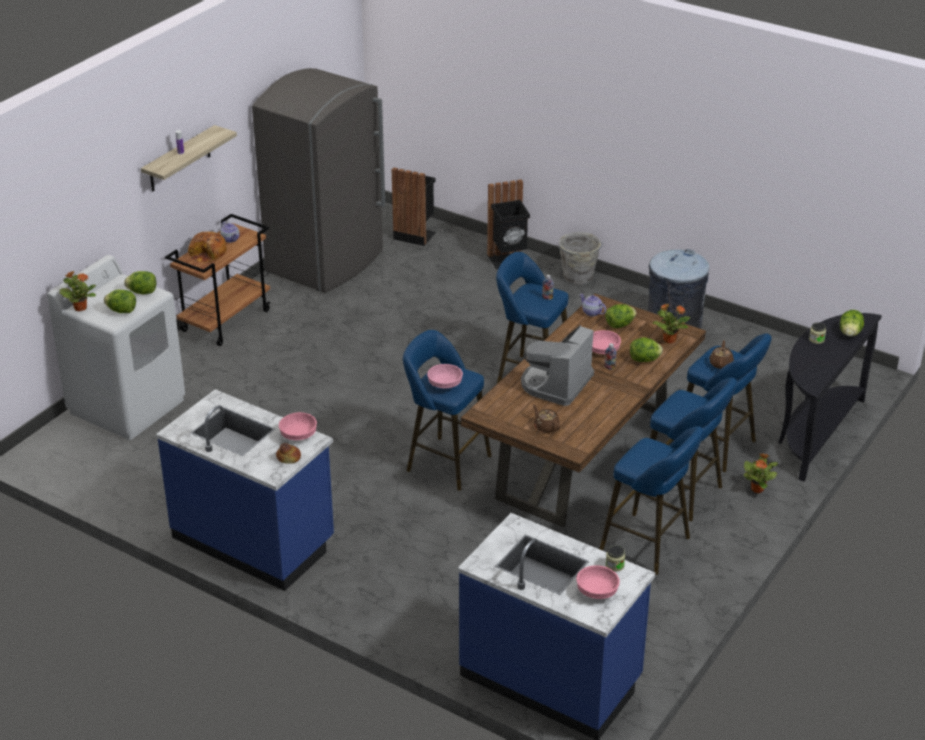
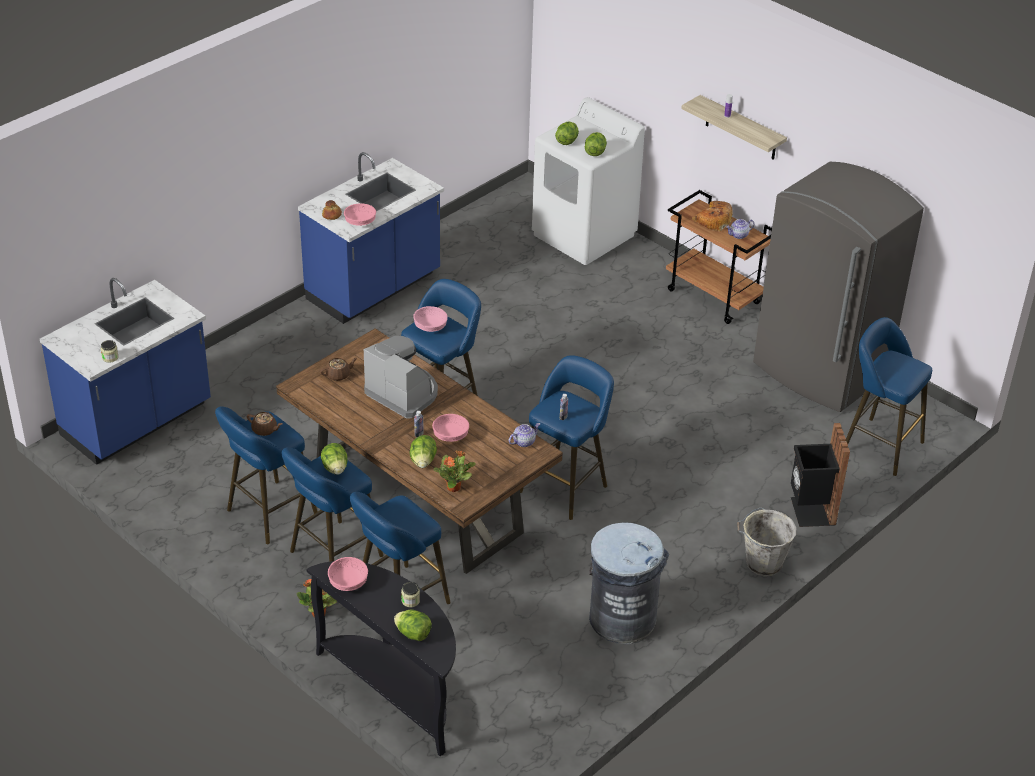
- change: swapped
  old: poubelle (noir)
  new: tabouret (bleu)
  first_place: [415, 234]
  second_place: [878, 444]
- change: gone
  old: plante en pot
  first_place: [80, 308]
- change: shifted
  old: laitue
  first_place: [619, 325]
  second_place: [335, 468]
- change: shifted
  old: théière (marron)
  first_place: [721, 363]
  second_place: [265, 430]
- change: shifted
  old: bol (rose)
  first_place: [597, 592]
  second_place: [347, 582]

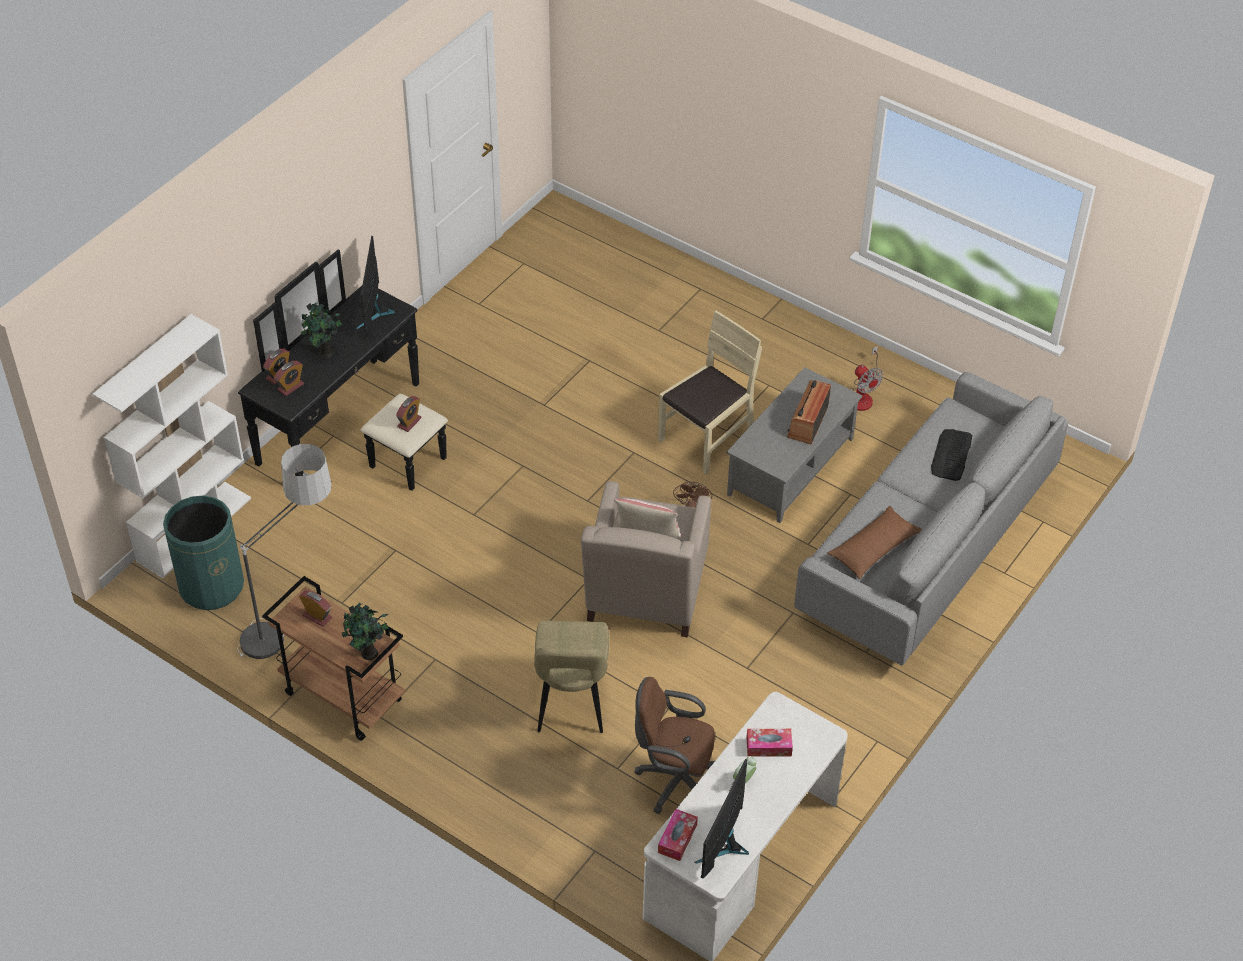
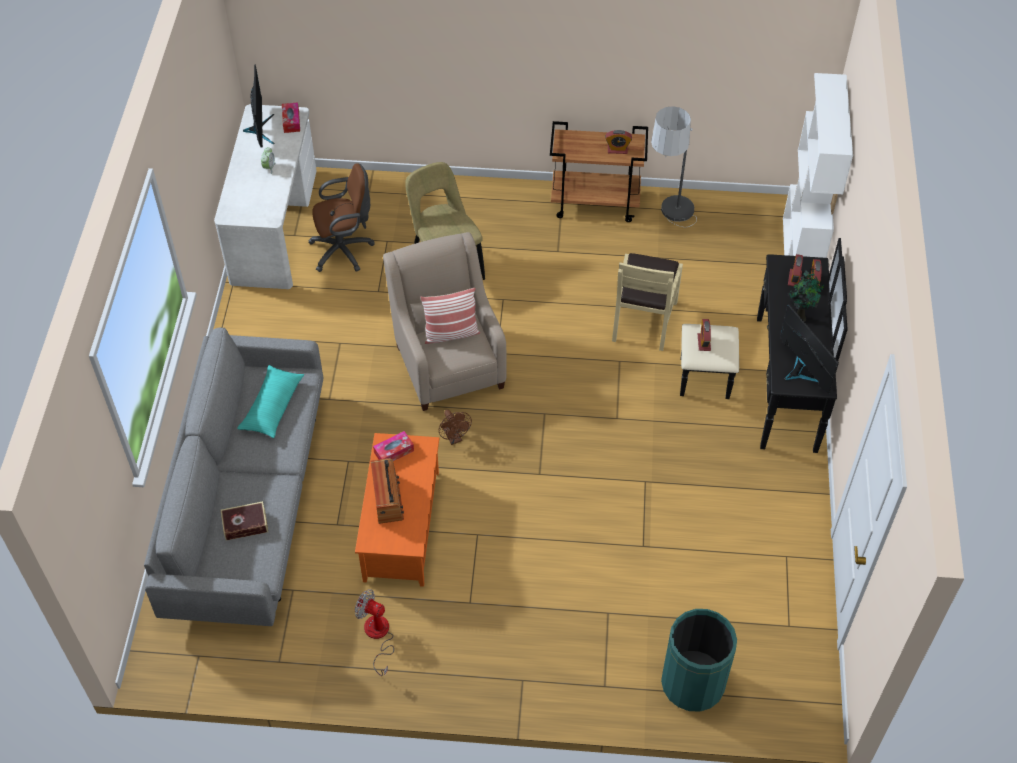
- change: shifted
  old: chaise (beige)
  first_place: [706, 438]
  second_place: [643, 320]
- change: repainted
  old: table basse (gris)
  new: table basse (orange)
  first_place: [791, 467]
  second_place: [400, 525]
- change: swapped
  old: clavier
  new: livre
  first_place: [951, 455]
  second_place: [245, 524]
- change: shifted
  old: poubelle (vert)
  first_place: [211, 586]
  second_place: [693, 683]
- change: repainted
  old: coussin (marron)
  new: coussin (turquoise)
  first_place: [873, 548]
  second_place: [272, 406]
- change: gone
  old: plante en pot
  first_place: [368, 654]
- change: shifted
  old: boîte à mouchoirs
  first_place: [768, 746]
  second_place: [394, 451]

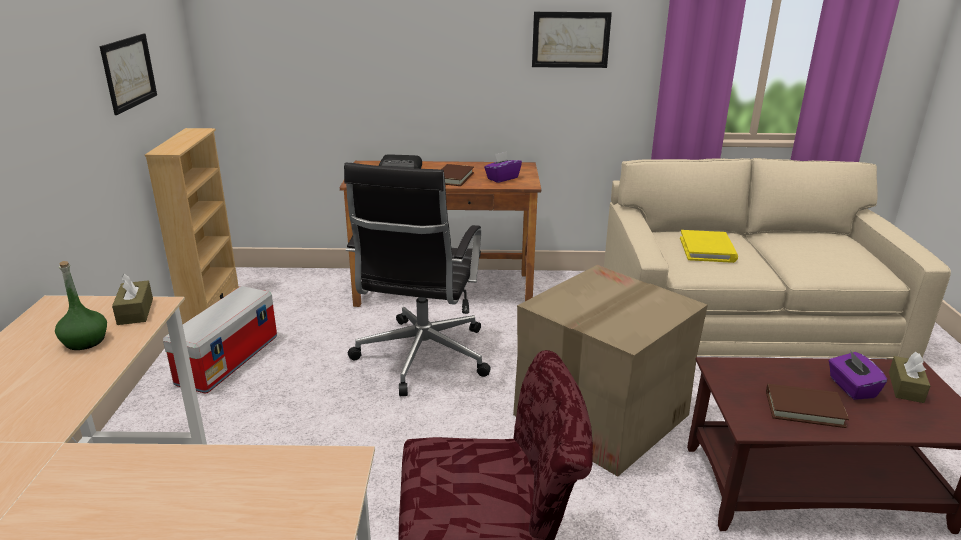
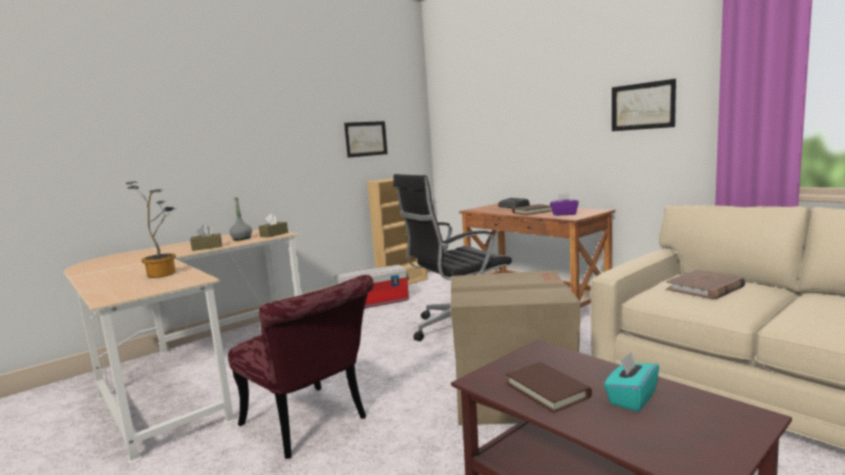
- change: repainted
  old: livre (jaune)
  new: livre (marron)
  first_place: [707, 249]
  second_place: [705, 288]
- change: repainted
  old: bouteille (vert)
  new: bouteille (gris)
  first_place: [85, 341]
  second_place: [242, 238]
- change: repainted
  old: boîte à mouchoirs (violet)
  new: boîte à mouchoirs (turquoise)
  first_place: [851, 388]
  second_place: [631, 398]
- change: shifted
  old: boîte à mouchoirs (marron)
  first_place: [905, 387]
  second_place: [207, 247]
- change: new
  new: plante en pot
  second_place: [165, 273]

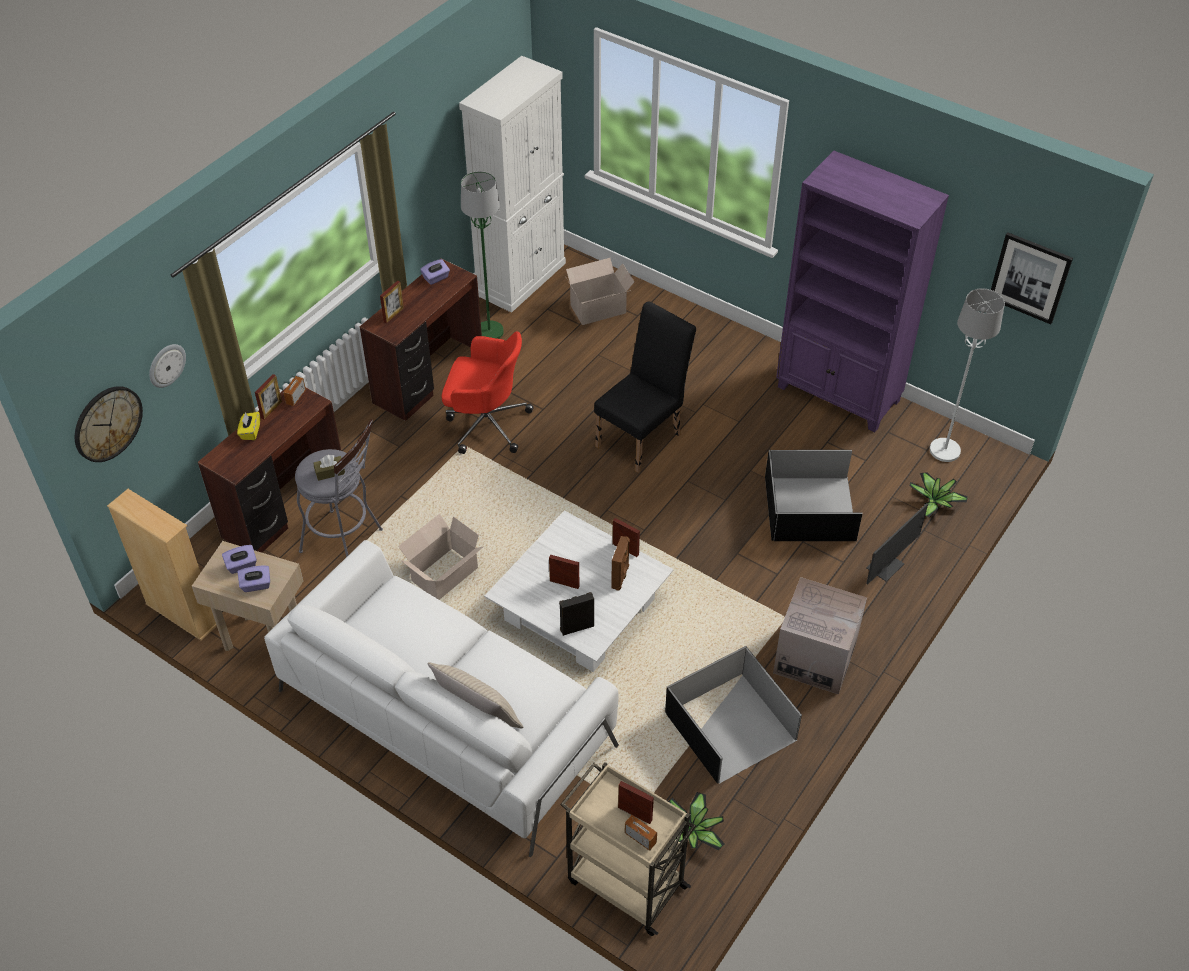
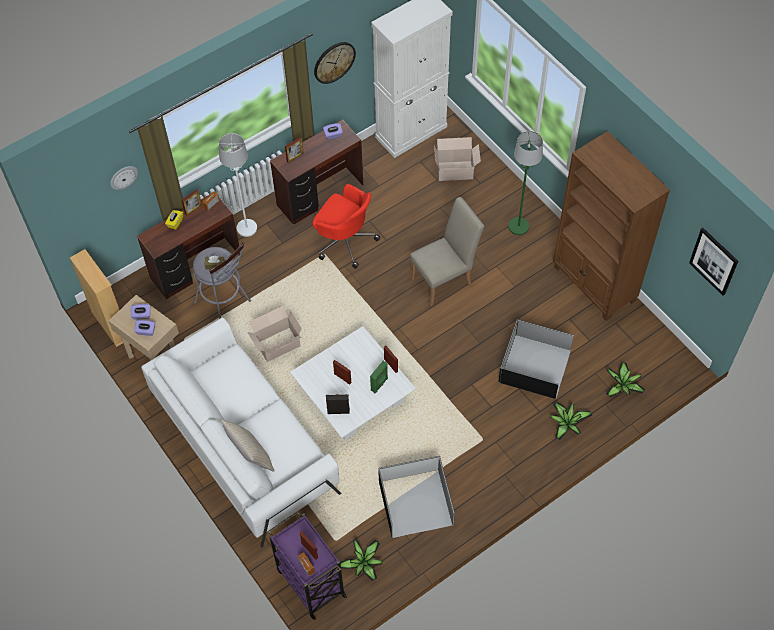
- change: repainted
  old: bibliothèque (violet)
  new: bibliothèque (marron)
  first_place: [838, 395]
  second_place: [594, 284]
- change: shifted
  old: lampadaire (vert)
  first_place: [489, 331]
  second_place: [518, 226]
- change: shifted
  old: lampadaire (blanc)
  first_place: [944, 450]
  second_place: [247, 228]
- change: repainted
  old: chaise (noir)
  new: chaise (beige)
  first_place: [643, 436]
  second_place: [445, 280]
- change: shifted
  old: horloge murale
  first_place: [107, 423]
  second_place: [334, 62]
- change: swapped
  old: écran d'ordinateur
  new: plante en pot
  first_place: [886, 566]
  second_place: [567, 423]
- change: repainted
  old: enceinte (marron)
  new: enceinte (vert)
  first_place: [620, 577]
  second_place: [380, 384]
- change: gone
  old: carton
  first_place: [815, 657]
- change: repainted
  old: chariot (beige)
  new: chariot (violet)
  first_place: [625, 883]
  second_place: [310, 582]

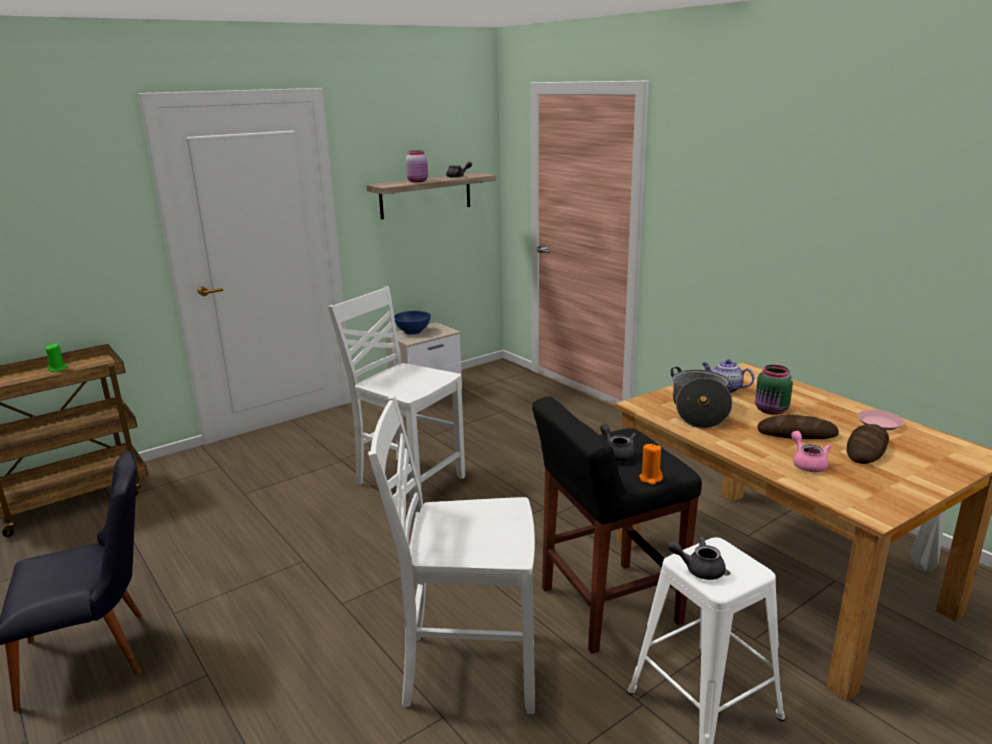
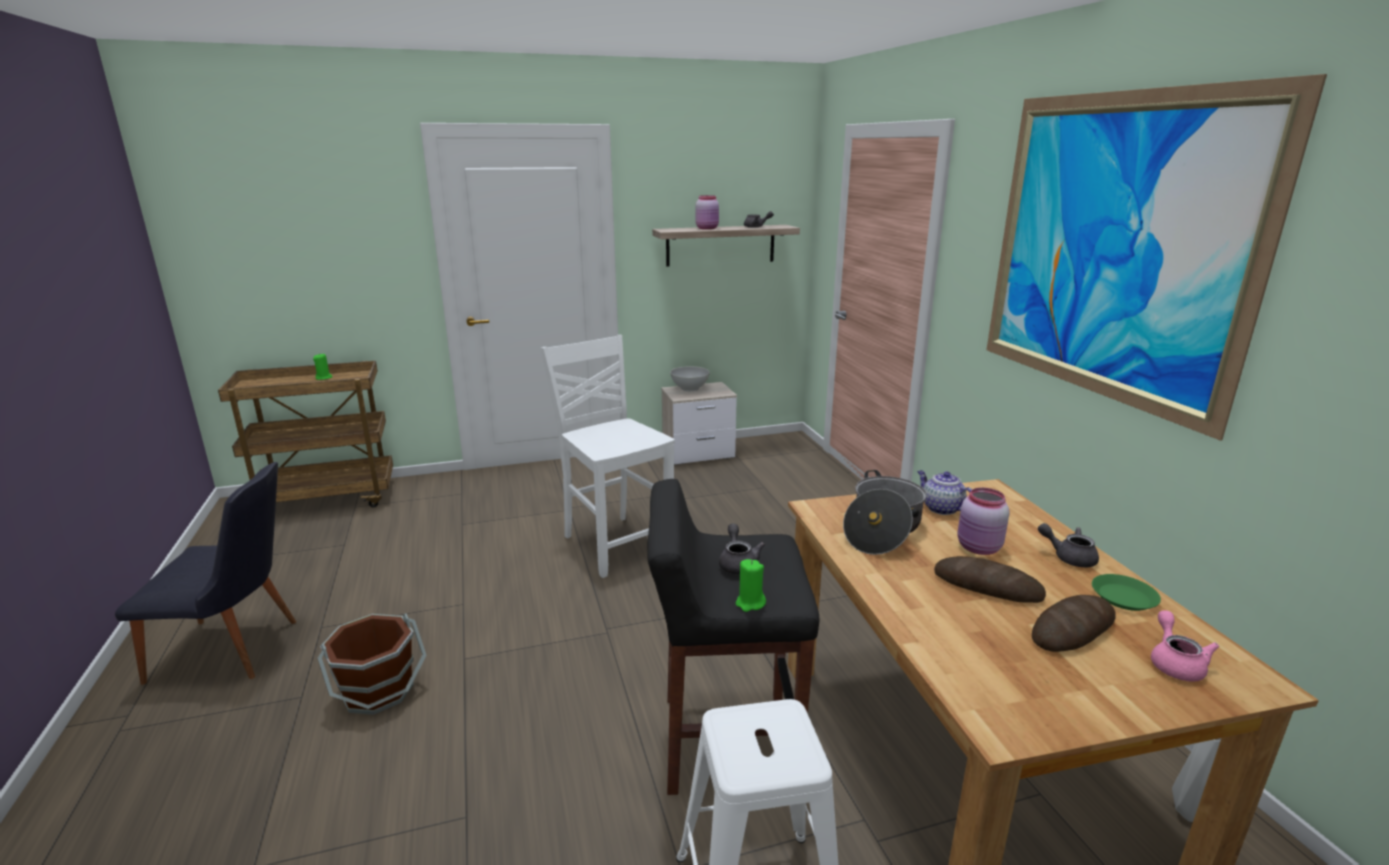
- change: repainted
  old: bol (bleu)
  new: bol (blanc)
  first_place: [412, 332]
  second_place: [689, 388]
- change: repainted
  old: bocal (vert)
  new: bocal (rose)
  first_place: [771, 411]
  second_place: [978, 548]
- change: gone
  old: chaise (blanc)
  first_place: [467, 669]
- change: repainted
  old: assiette (rose)
  new: assiette (vert)
  first_place: [879, 423]
  second_place: [1124, 597]
- change: shifted
  old: théière (rose)
  first_place: [807, 464]
  second_place: [1175, 663]
- change: repainted
  old: bougie (orange)
  new: bougie (vert)
  first_place: [650, 478]
  second_place: [750, 603]
- change: shifted
  old: théière (gris)
  first_place: [698, 569]
  second_place: [1068, 557]
- change: new
  new: tableau
  second_place: [1112, 248]
- change: new
  new: seau (marron)
  second_place: [378, 692]

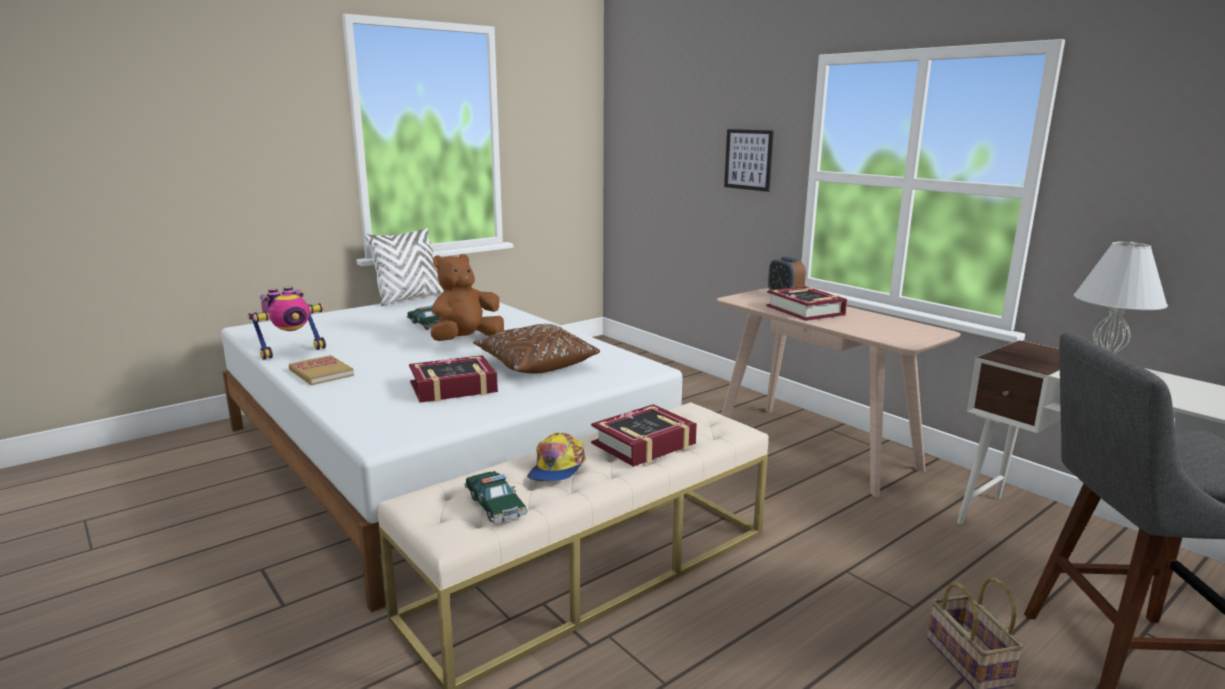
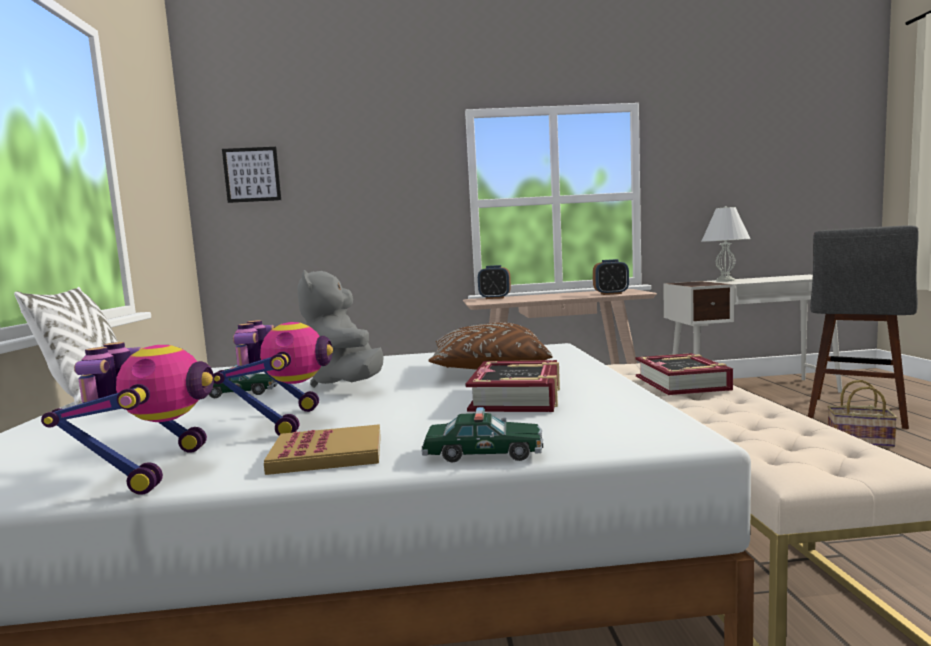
- change: shifted
  old: tableau
  first_place: [748, 159]
  second_place: [252, 174]
- change: repainted
  old: peluche (marron)
  new: peluche (gris)
  first_place: [466, 340]
  second_place: [348, 383]
- change: gone
  old: livre
  first_place: [805, 310]
- change: gone
  old: casquette
  first_place: [557, 468]
- change: shifted
  old: petite voiture
  first_place: [495, 505]
  second_place: [483, 453]
- change: new
  new: réveil
  second_place: [611, 294]
- change: new
  new: robot jouet
  second_place: [285, 422]

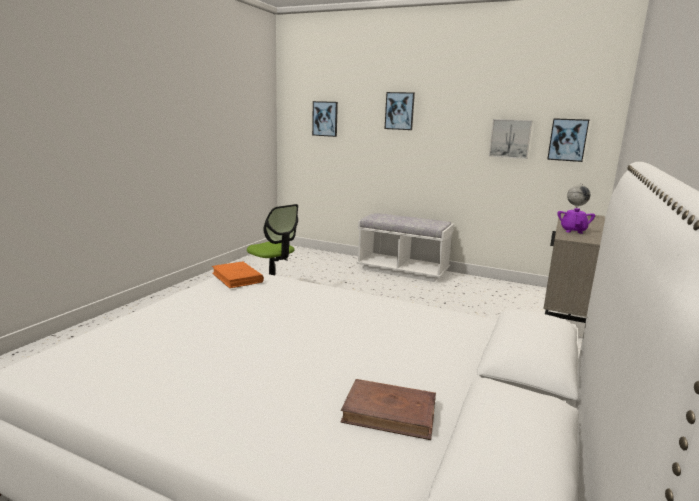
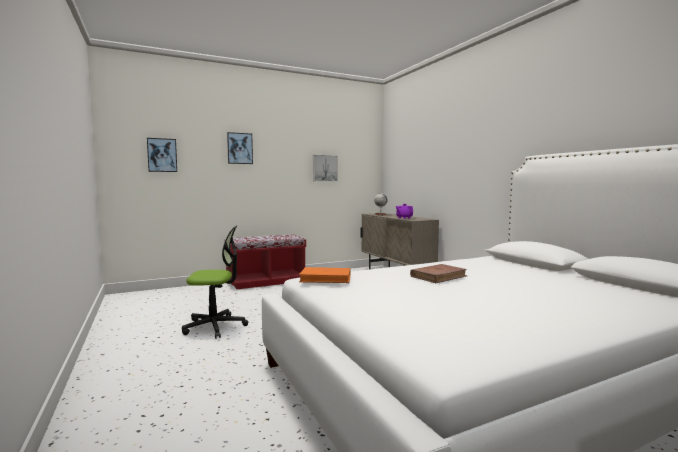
- change: gone
  old: tableau
  first_place: [567, 140]
- change: repainted
  old: banc (blanc)
  new: banc (rouge)
  first_place: [402, 270]
  second_place: [266, 282]
- change: shifted
  old: livre (marron)
  first_place: [390, 413]
  second_place: [438, 276]

